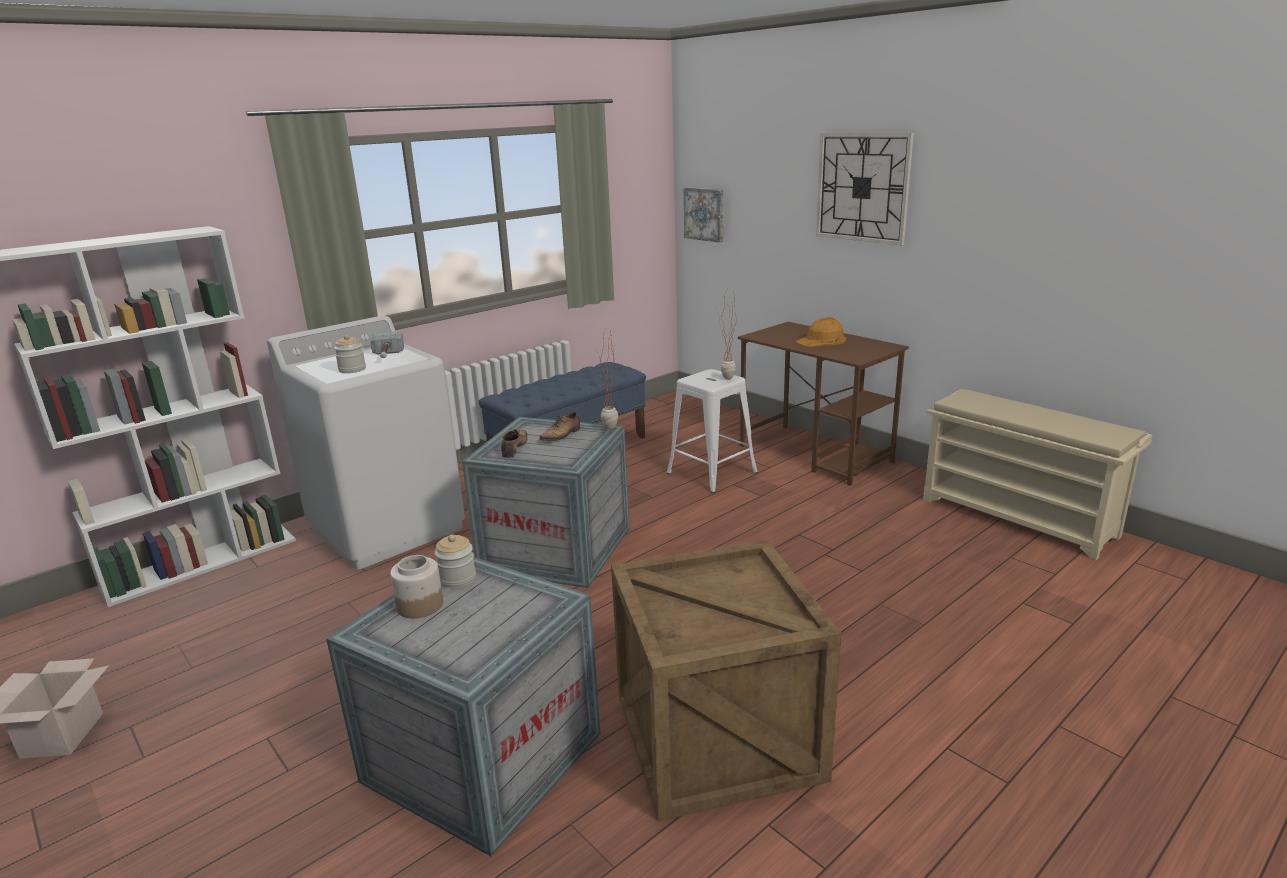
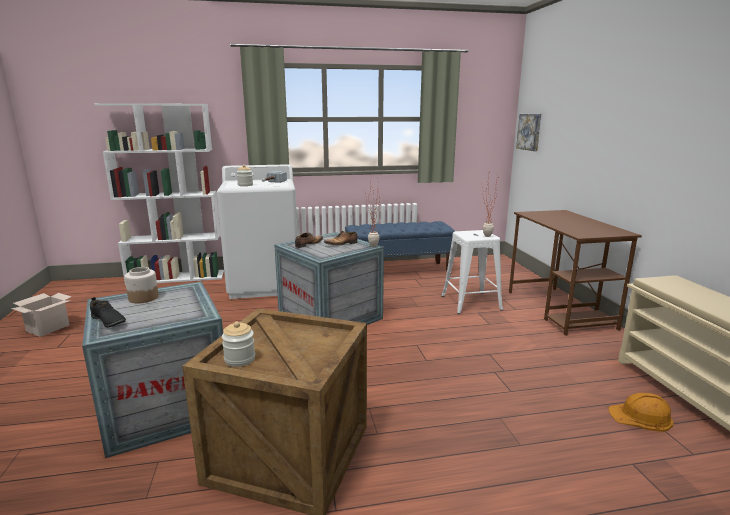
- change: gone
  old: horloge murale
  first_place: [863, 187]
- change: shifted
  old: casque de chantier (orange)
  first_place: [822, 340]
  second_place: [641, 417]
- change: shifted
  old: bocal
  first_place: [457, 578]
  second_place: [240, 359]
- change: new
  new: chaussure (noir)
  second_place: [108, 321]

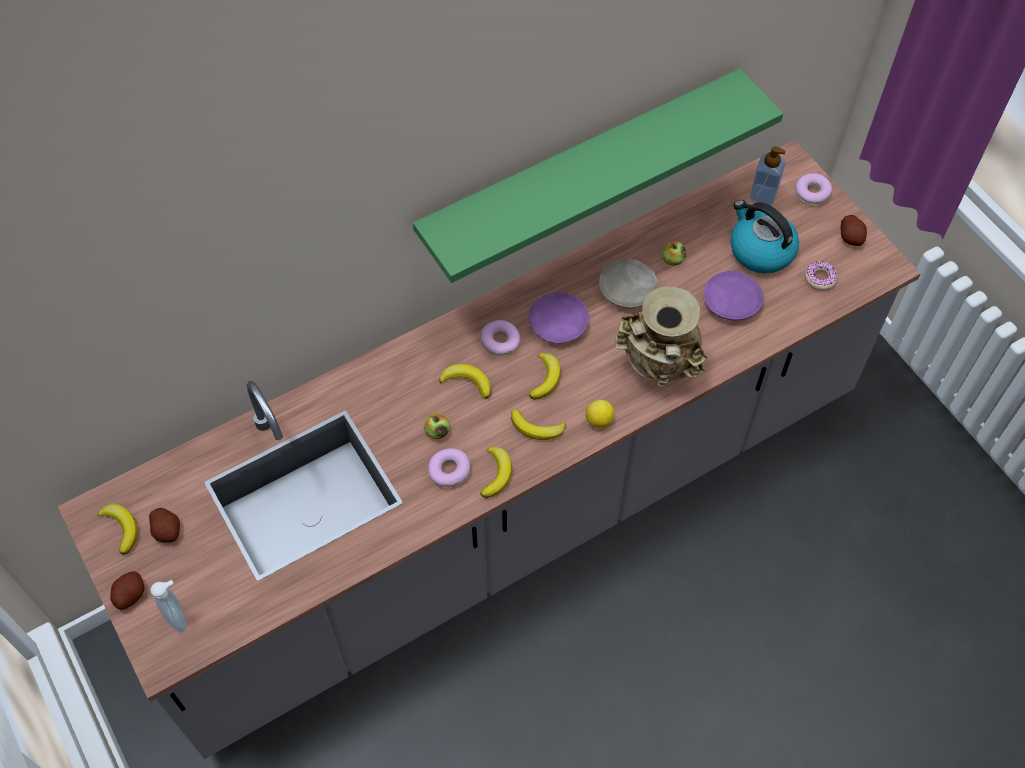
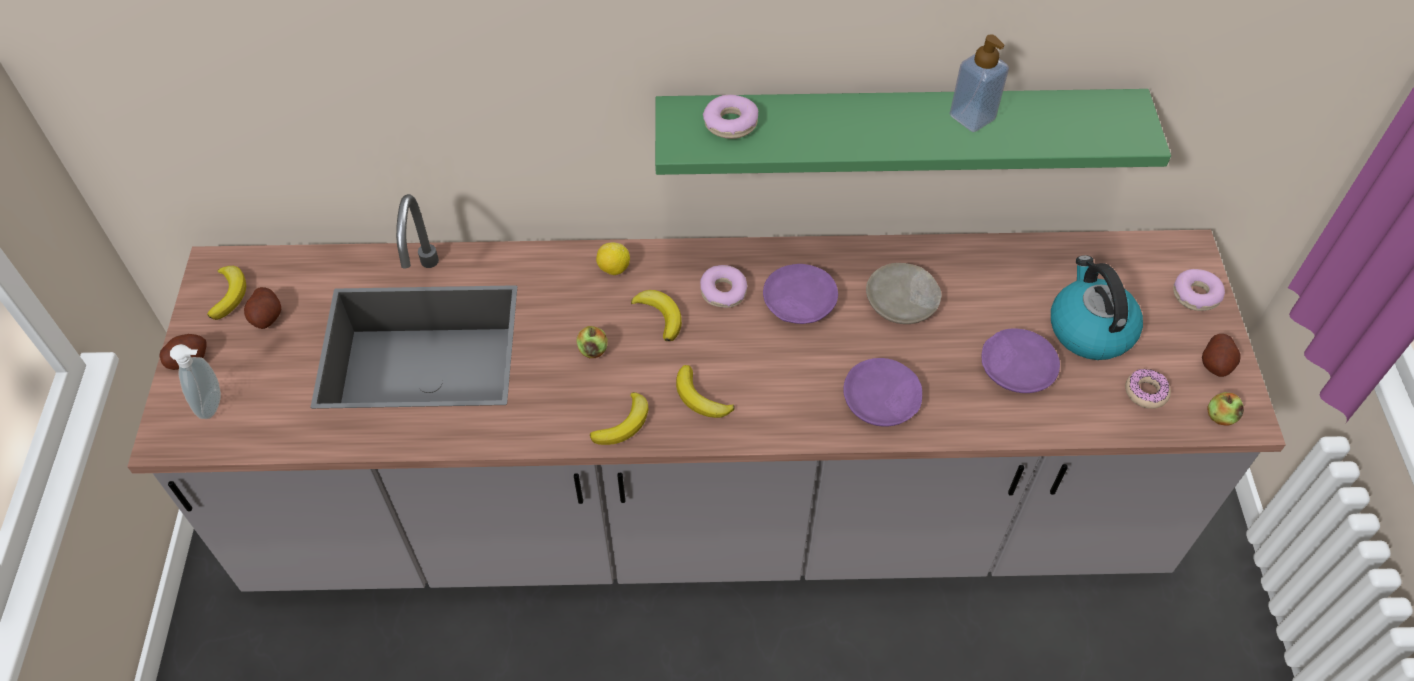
- change: shifted
  old: distributeur de savon
  first_place: [763, 195]
  second_place: [972, 117]
- change: shifted
  old: pomme
  first_place: [672, 260]
  second_place: [1220, 417]
- change: swapped
  old: vase (beige)
  new: assiette (violet)
  first_place: [658, 369]
  second_place: [881, 401]
- change: gone
  old: banane
  first_place: [545, 378]
- change: shifted
  old: citron
  first_place: [599, 421]
  second_place: [613, 269]
- change: shifted
  old: beignet
  first_place: [449, 471]
  second_place: [730, 123]

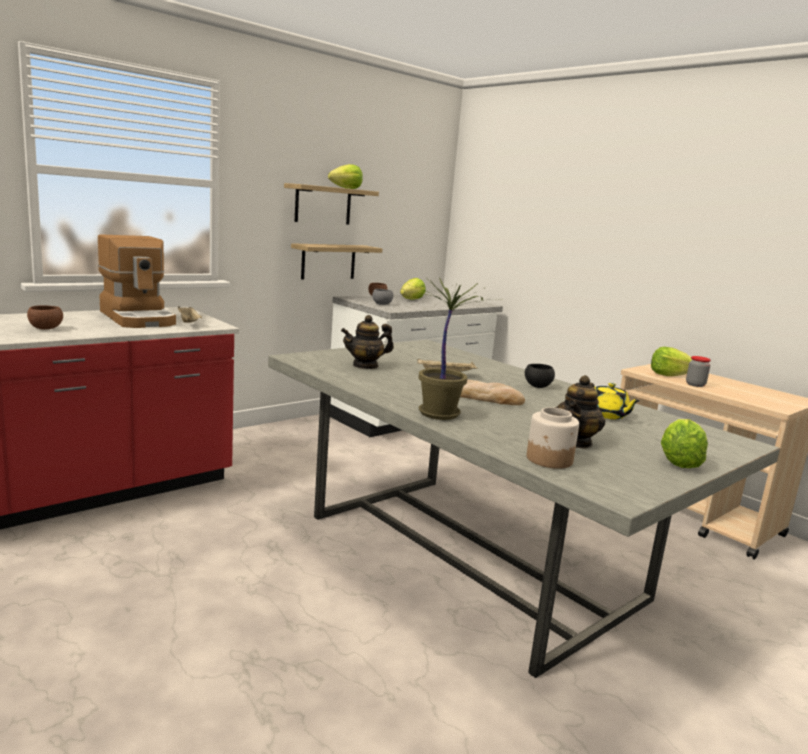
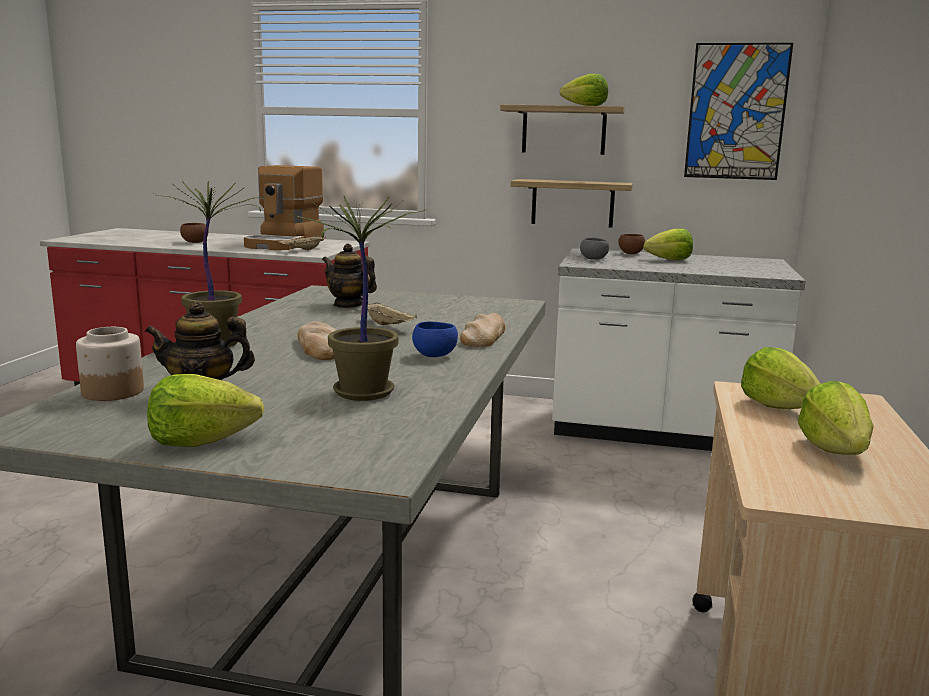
- change: gone
  old: bocal
  first_place: [695, 385]
- change: repainted
  old: bol (noir)
  new: bol (bleu)
  first_place: [538, 386]
  second_place: [434, 355]
- change: swapped
  old: théière (jaune)
  new: plante en pot
  first_place: [607, 415]
  second_place: [363, 393]
- change: new
  new: tableau
  second_place: [736, 112]
- change: new
  new: pain
  second_place: [483, 336]
- change: new
  new: laitue
  second_place: [834, 450]

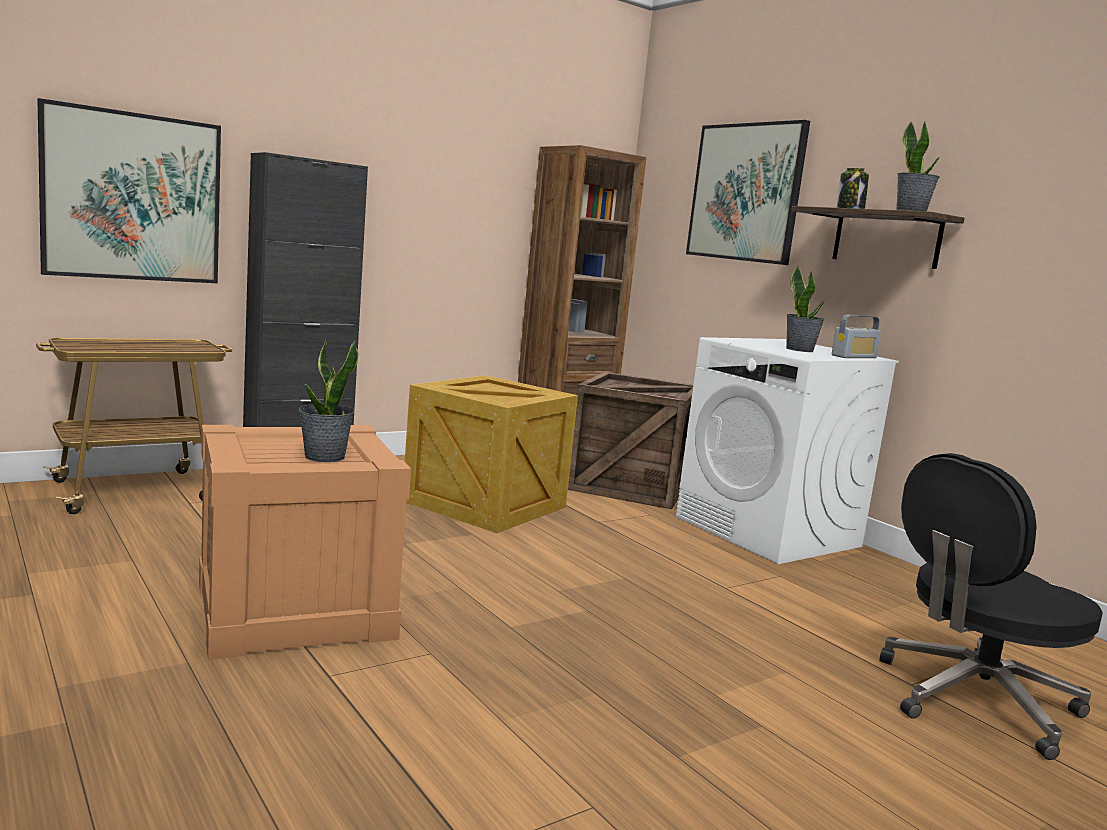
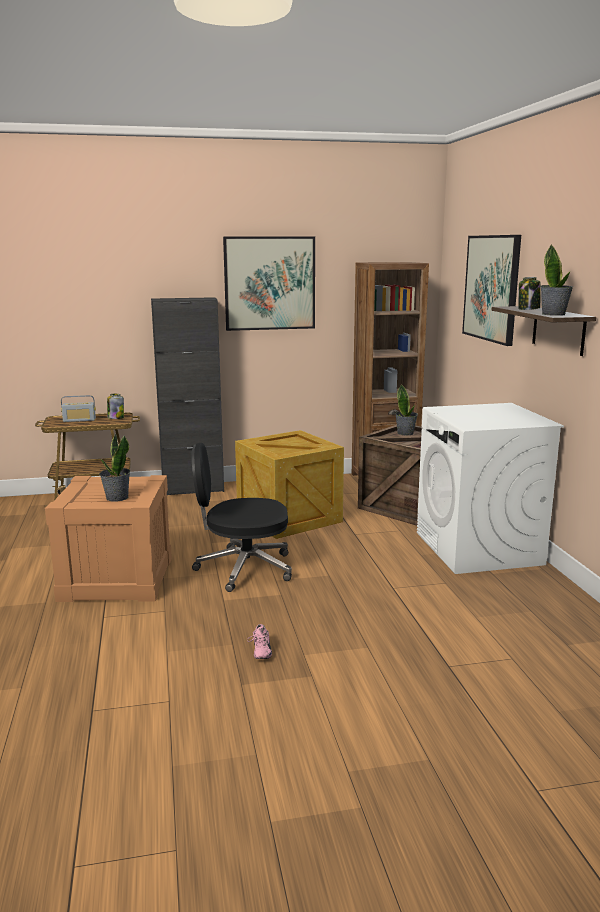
- change: shifted
  old: tableau
  first_place: [132, 197]
  second_place: [269, 283]
- change: shifted
  old: plante en pot
  first_place: [800, 350]
  second_place: [405, 433]
- change: shifted
  old: radio
  first_place: [854, 357]
  second_place: [79, 420]
- change: shifted
  old: chaise de bureau (noir)
  first_place: [973, 700]
  second_place: [243, 568]
- change: new
  new: bocal
  second_place: [115, 418]
- change: new
  new: chaussure (rose)
  second_place: [260, 652]

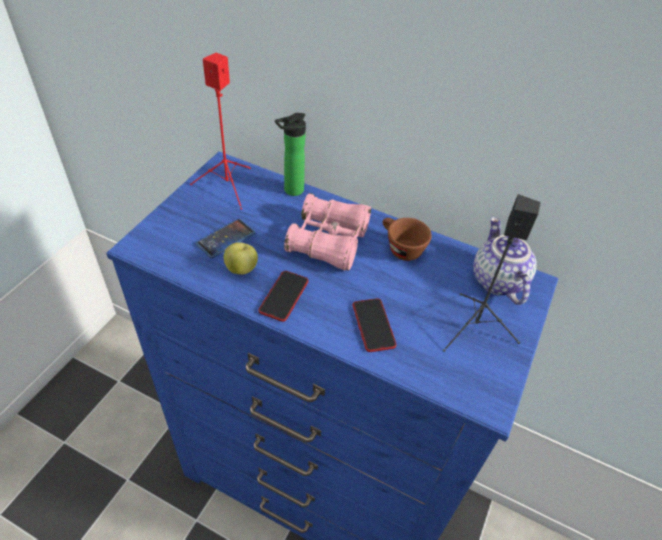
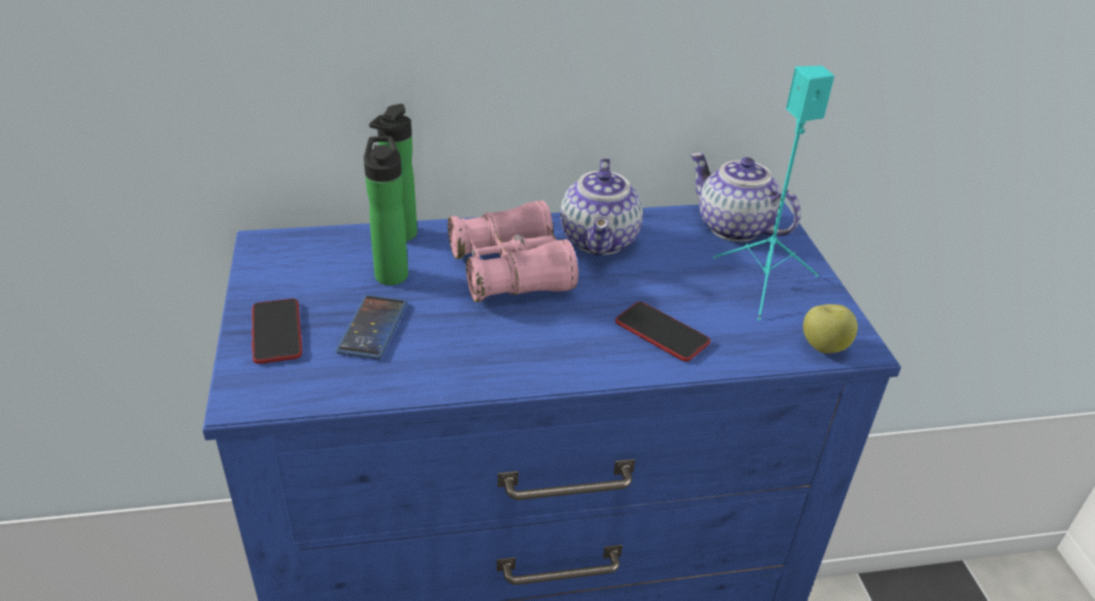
- change: gone
  old: enceinte (rouge)
  first_place: [228, 187]
- change: repainted
  old: enceinte (noir)
  new: enceinte (turquoise)
  first_place: [474, 329]
  second_place: [763, 284]
- change: swapped
  old: tasse (marron)
  new: théière
  first_place: [400, 248]
  second_place: [601, 241]
- change: shifted
  old: pomme
  first_place: [241, 269]
  second_place: [823, 347]
- change: shifted
  old: téléphone
  first_place: [284, 296]
  second_place: [276, 332]
- change: new
  new: bouteille
  second_place: [391, 272]

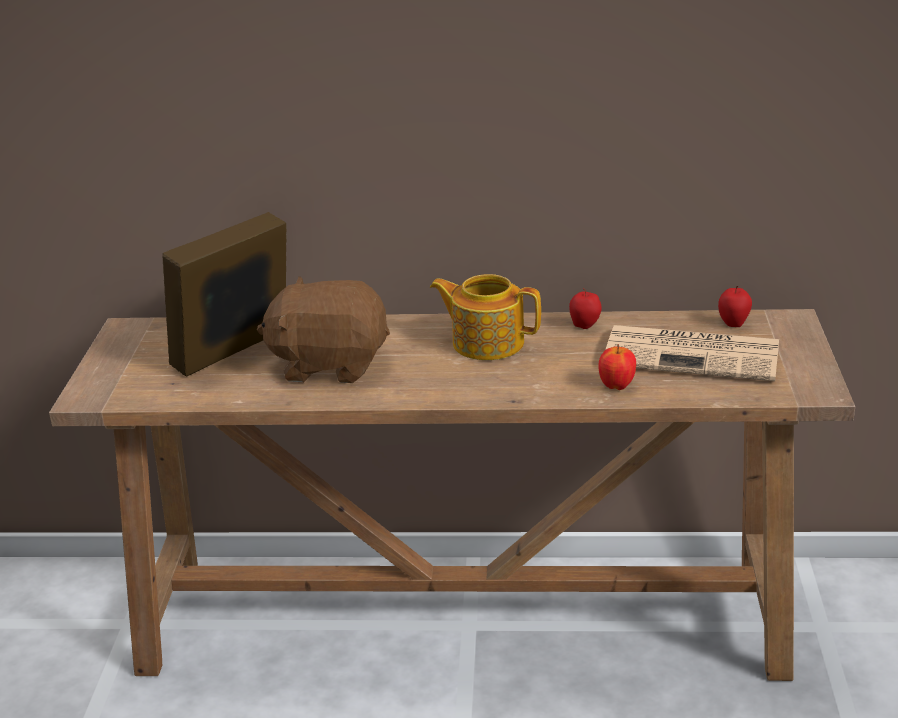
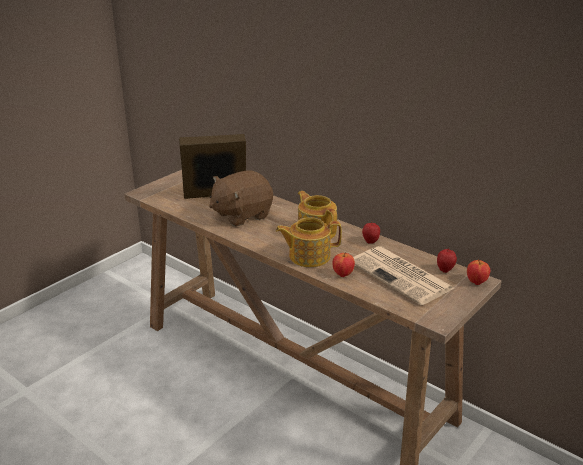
- change: rotated
  old: peluche (marron)
  first_place: [330, 364]
  second_place: [241, 215]
  degrees: -75
- change: new
  new: théière
  second_place: [308, 256]
- change: new
  new: pomme
  second_place: [476, 282]

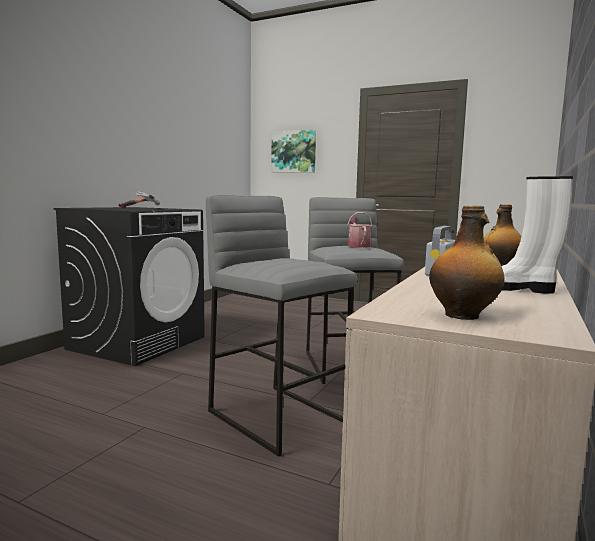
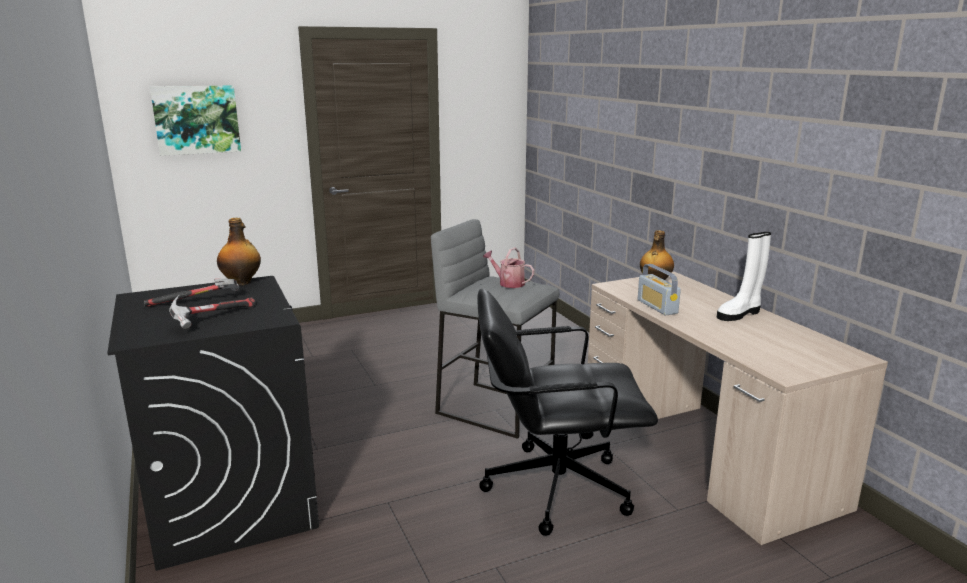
- change: swapped
  old: tabouret (gris)
  new: chaise de bureau (noir)
  first_place: [278, 416]
  second_place: [555, 487]
- change: shifted
  old: bouteille
  first_place: [463, 316]
  second_place: [241, 282]
- change: new
  new: marteau
  second_place: [213, 319]

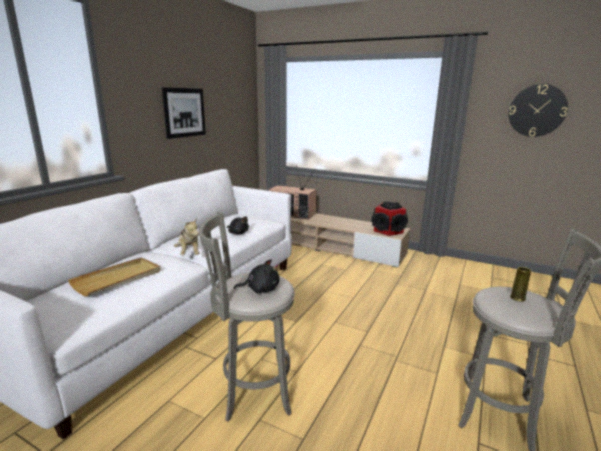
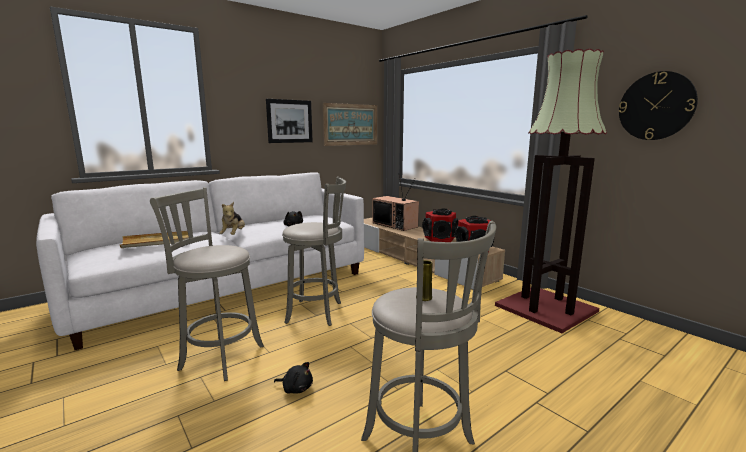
- change: shifted
  old: peluche (noir)
  first_place: [260, 289]
  second_place: [296, 388]
- change: new
  new: lampadaire
  second_place: [544, 308]
- change: new
  new: tableau
  second_place: [351, 124]
- change: new
  new: tabouret (gris)
  second_place: [317, 313]
- change: new
  new: enceinte
  second_place: [439, 238]

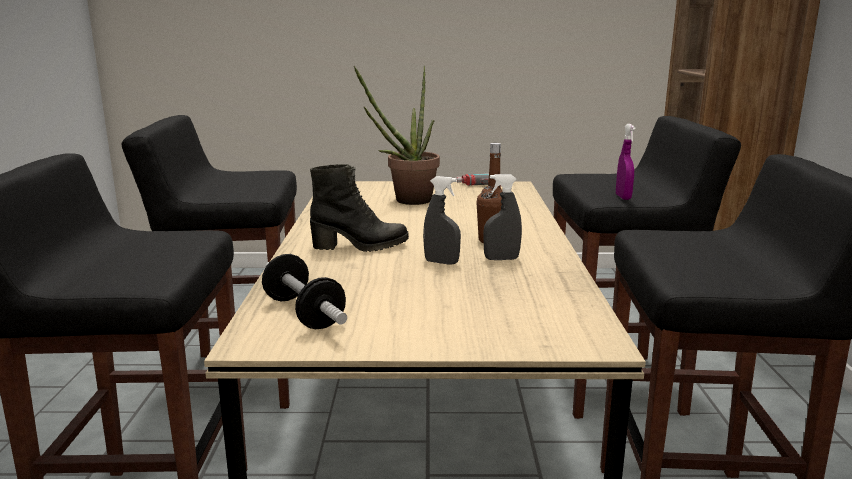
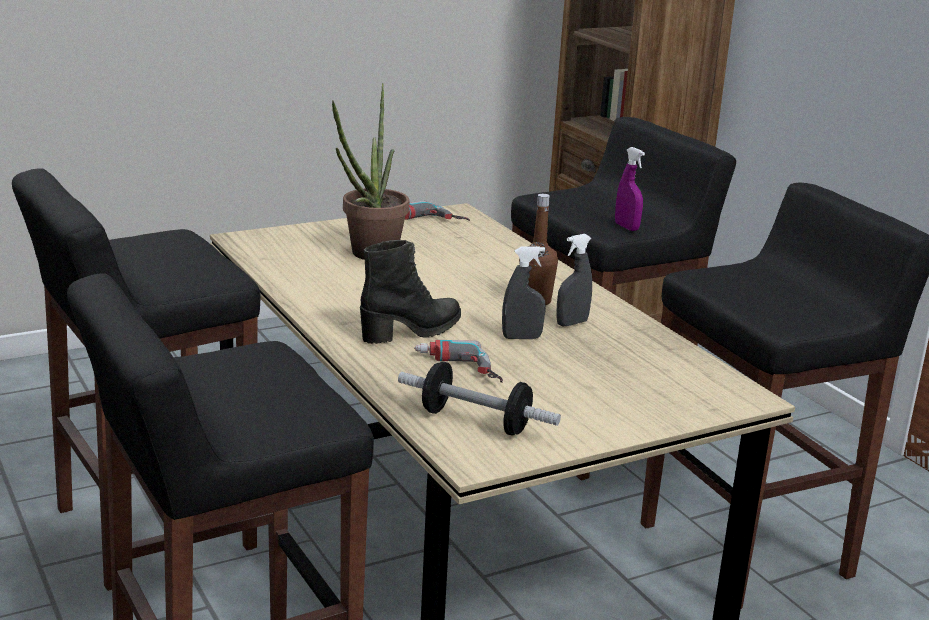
- change: new
  new: perceuse
  second_place: [456, 370]

